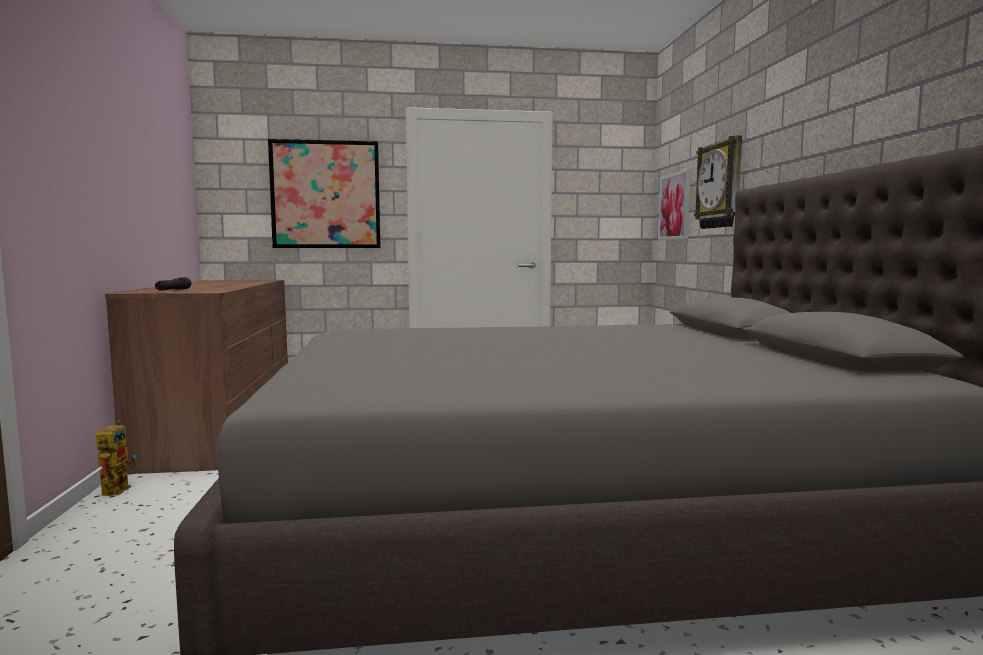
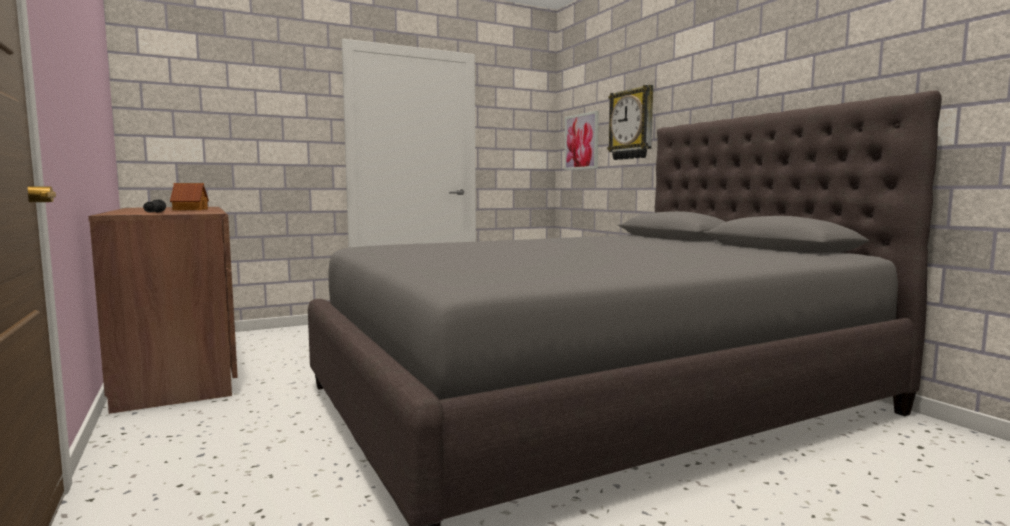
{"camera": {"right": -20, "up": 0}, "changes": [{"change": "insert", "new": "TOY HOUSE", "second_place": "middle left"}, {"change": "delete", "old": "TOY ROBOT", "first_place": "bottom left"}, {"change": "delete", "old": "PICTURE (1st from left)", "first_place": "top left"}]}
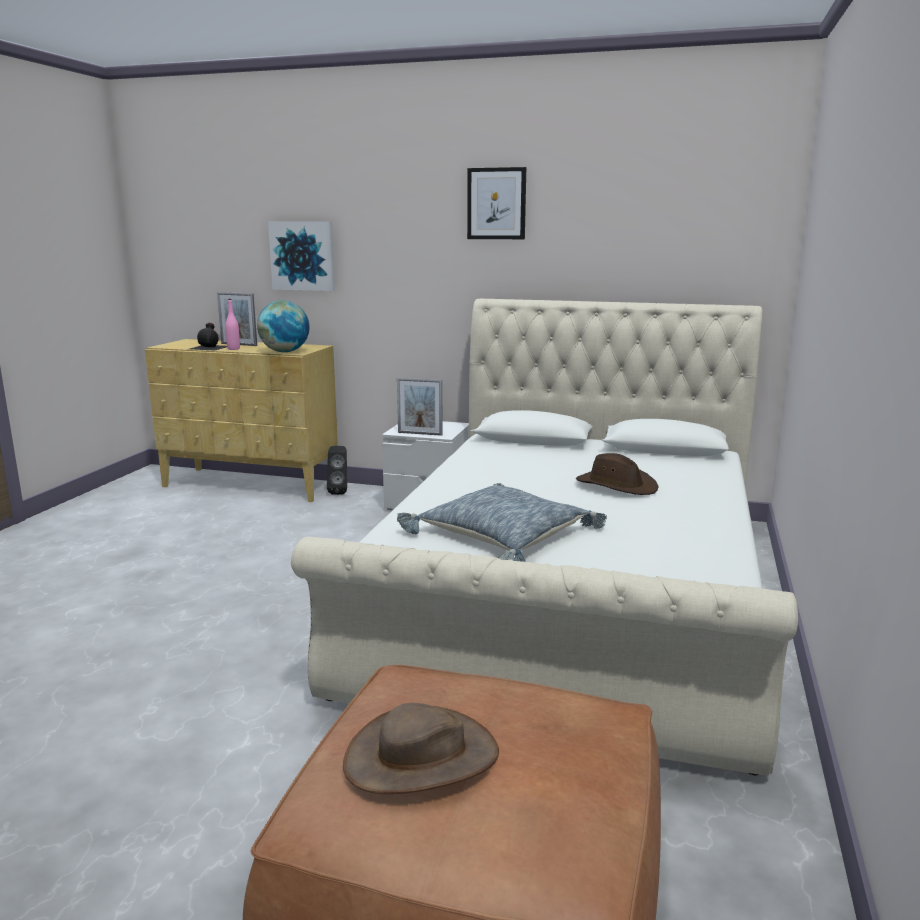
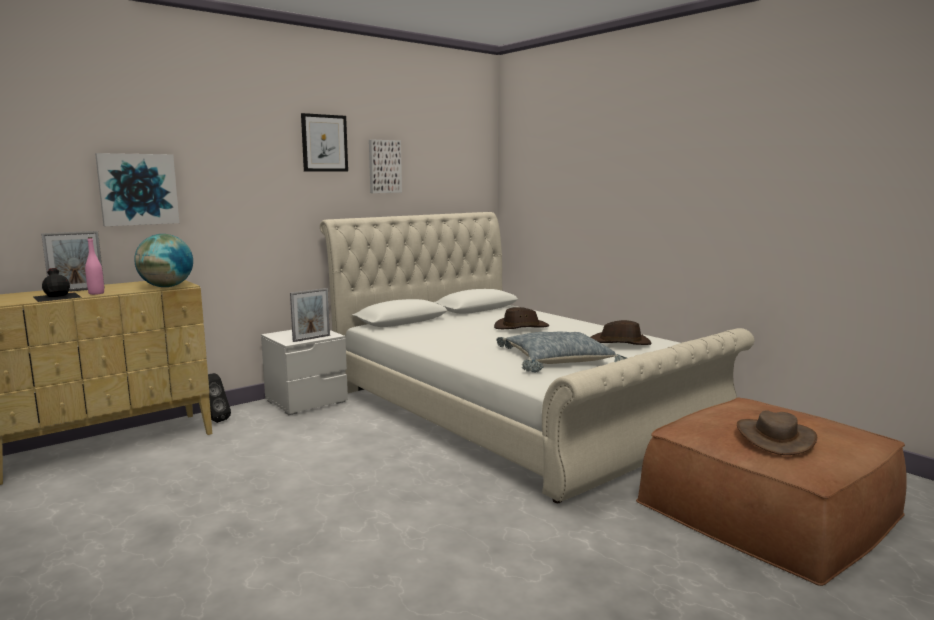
{"camera": {"right": -55, "up": -5}, "changes": [{"change": "insert", "new": "PICTURE (3rd from left)", "second_place": "top centre"}, {"change": "insert", "new": "BROWN-COLOURED CLOTHING HAT (2nd from left)", "second_place": "centre"}]}
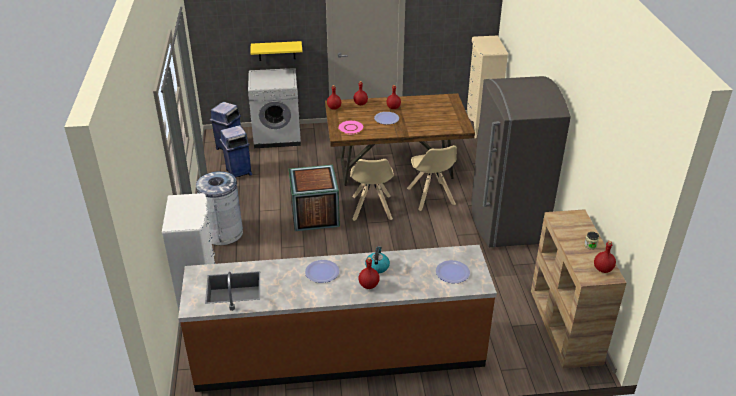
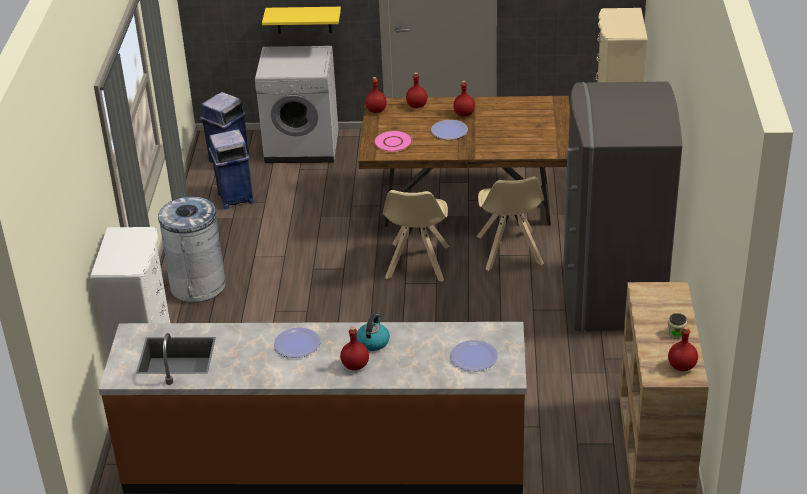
{"camera": {"right": 10, "up": 0}, "changes": [{"change": "delete", "old": "SHIPPING CRATE", "first_place": "centre"}]}
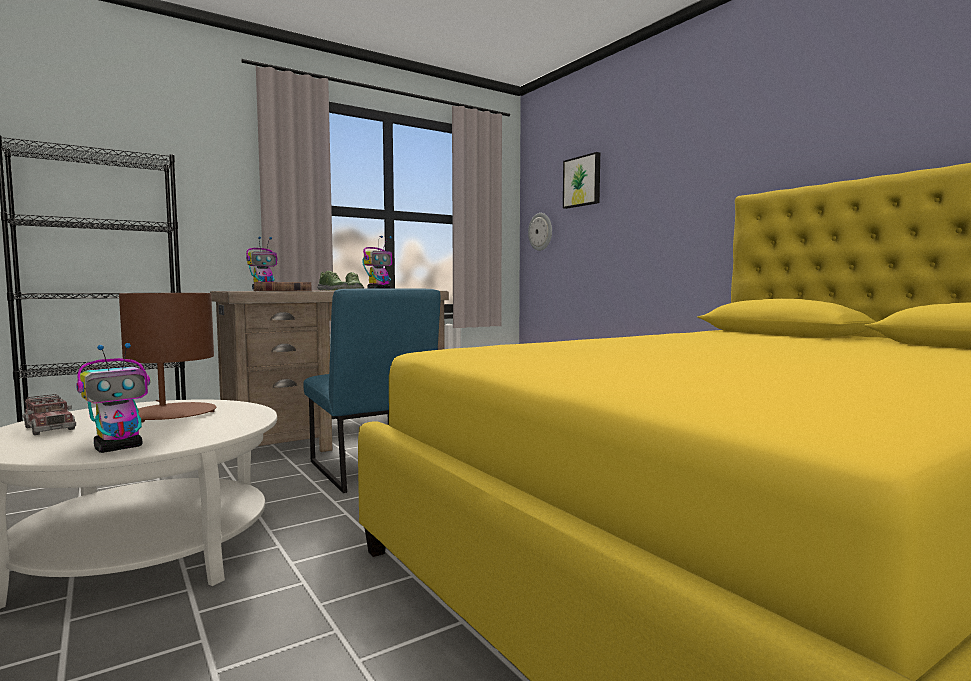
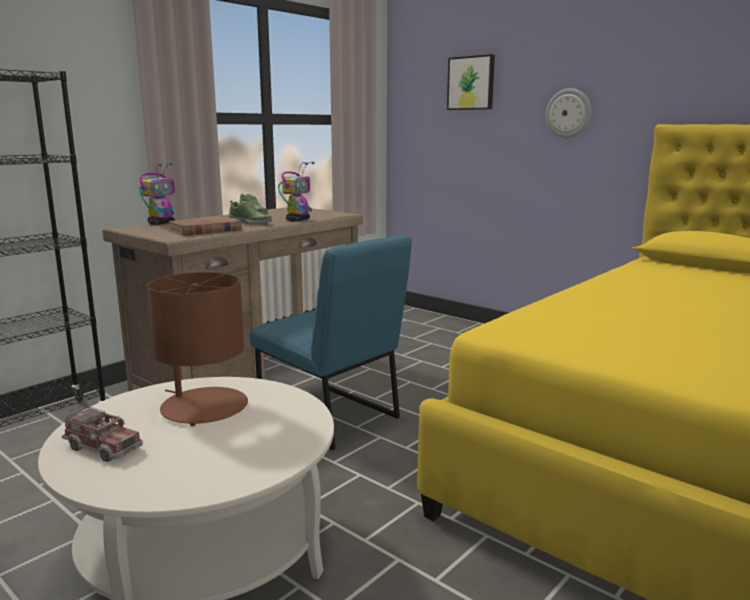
{"camera": {"right": -15, "up": 10}, "changes": [{"change": "move", "old": "HANGING CLOCK", "first_place": "centre", "second_place": "top right"}, {"change": "delete", "old": "TOY ROBOT (1st from left)", "first_place": "middle left"}]}
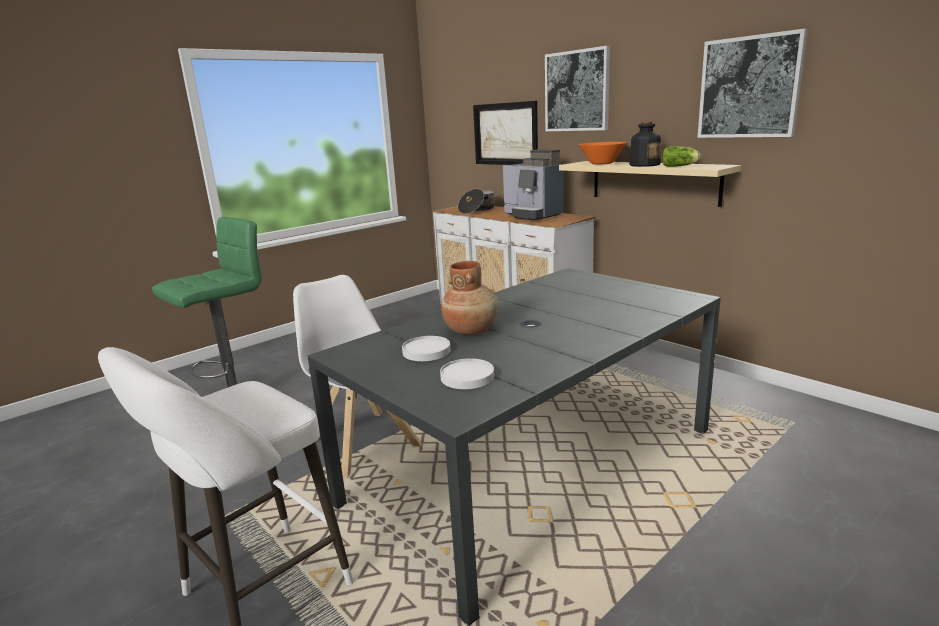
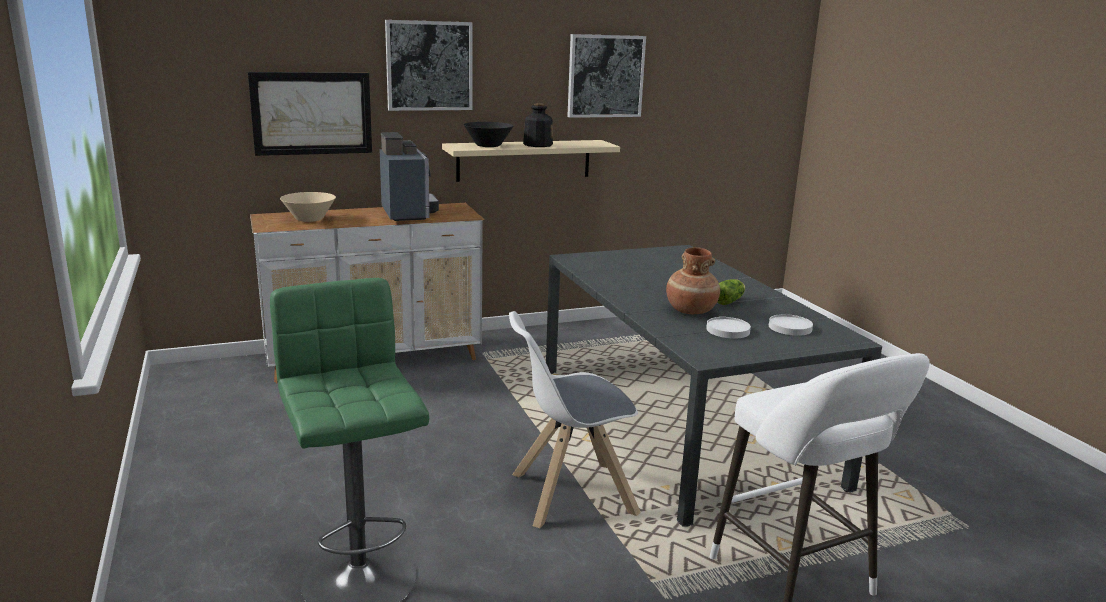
{"camera": {"right": -70, "up": 0}, "changes": [{"change": "replace", "old": "SAUCEPOT", "new": "SAND-COLOURED BOWL", "first_place": "top centre", "second_place": "middle left"}, {"change": "rotate", "old": "COFFEE MAKER", "first_place": "top centre", "second_place": "top centre", "degrees": -90}, {"change": "recolor", "old": "ORANGE BOWL", "new": "BLACKISH BOWL", "first_place": "top centre", "second_place": "top centre"}, {"change": "move", "old": "HEAD OF LETTUCE", "first_place": "top right", "second_place": "centre"}]}
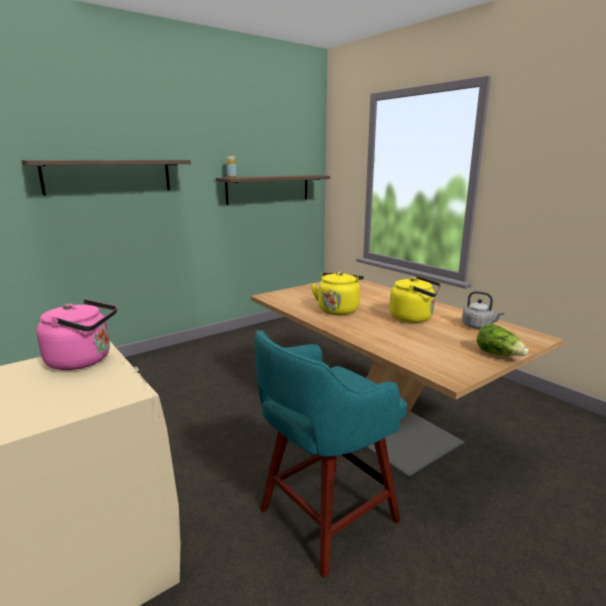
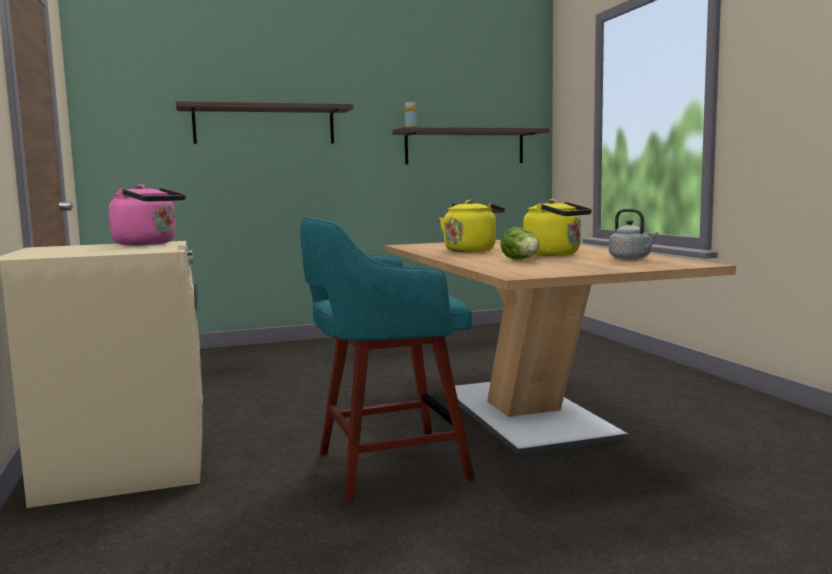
{"camera": {"right": 20, "up": -10}, "changes": [{"change": "move", "old": "HEAD OF LETTUCE", "first_place": "middle right", "second_place": "centre"}]}
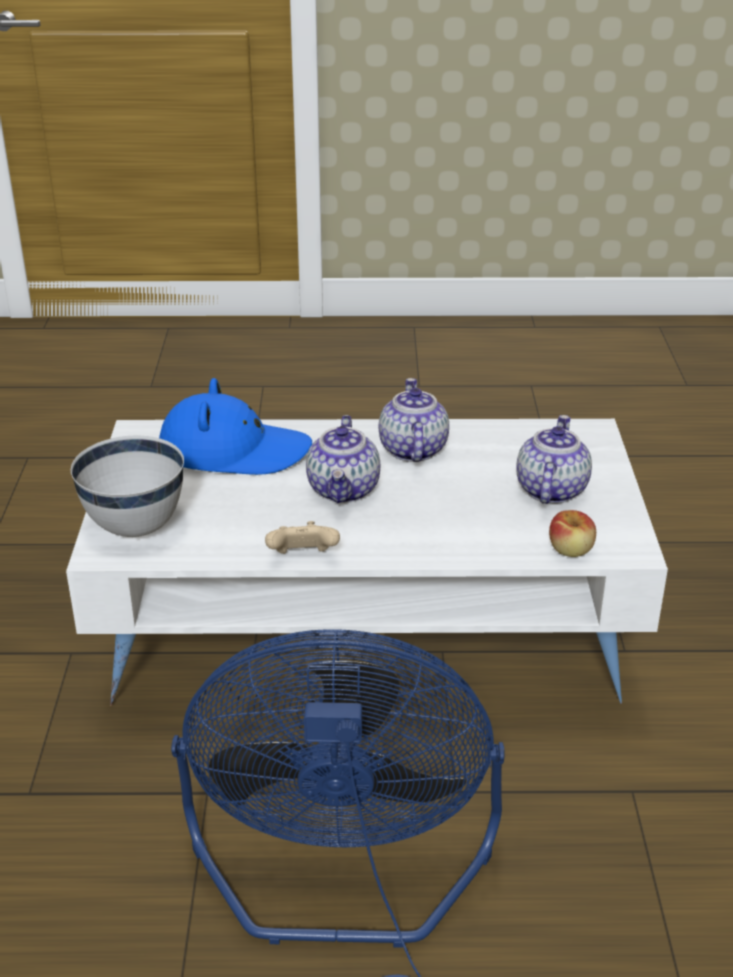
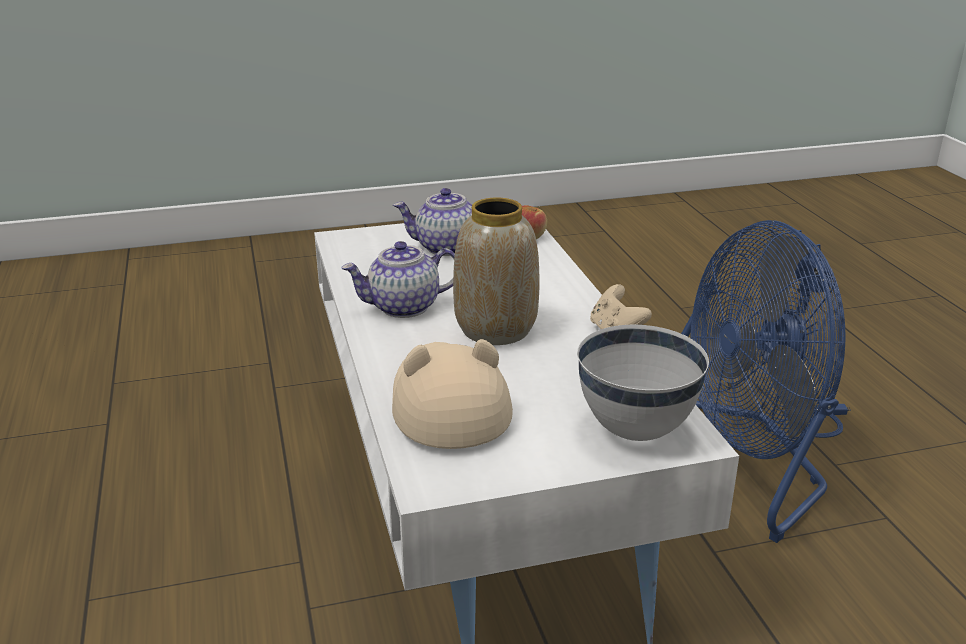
{"camera": {"right": -105, "up": -5}, "changes": [{"change": "recolor", "old": "BLUE-COLOURED CLOTHING HAT", "new": "SAND-COLOURED CLOTHING HAT", "first_place": "middle left", "second_place": "centre"}, {"change": "replace", "old": "POT FOR TEA (1st from left)", "new": "VASE", "first_place": "centre", "second_place": "centre"}]}
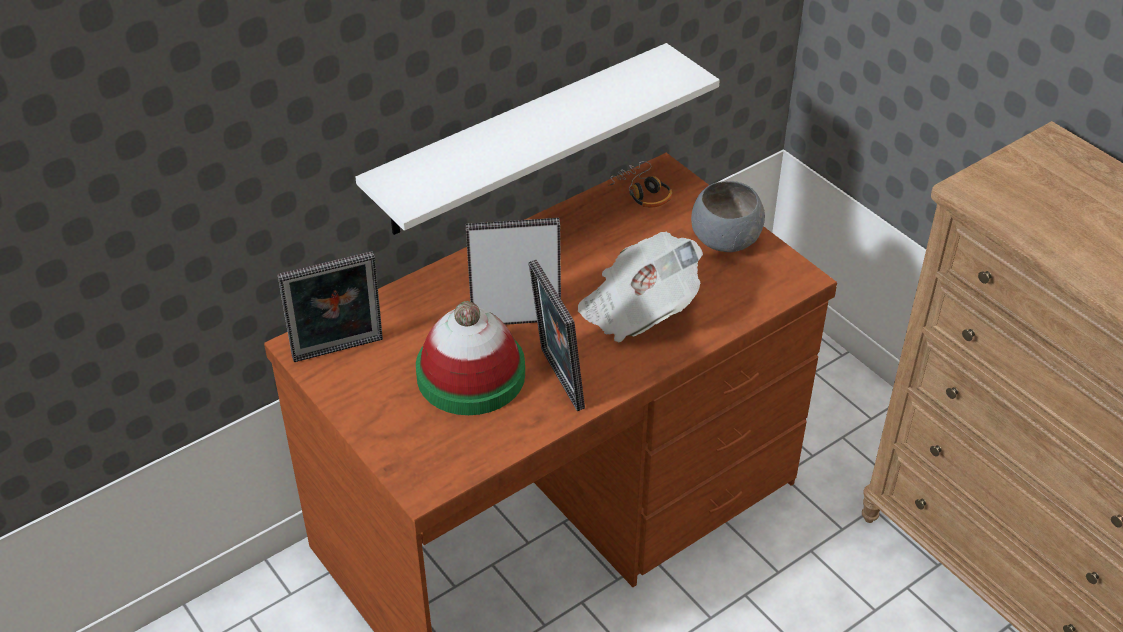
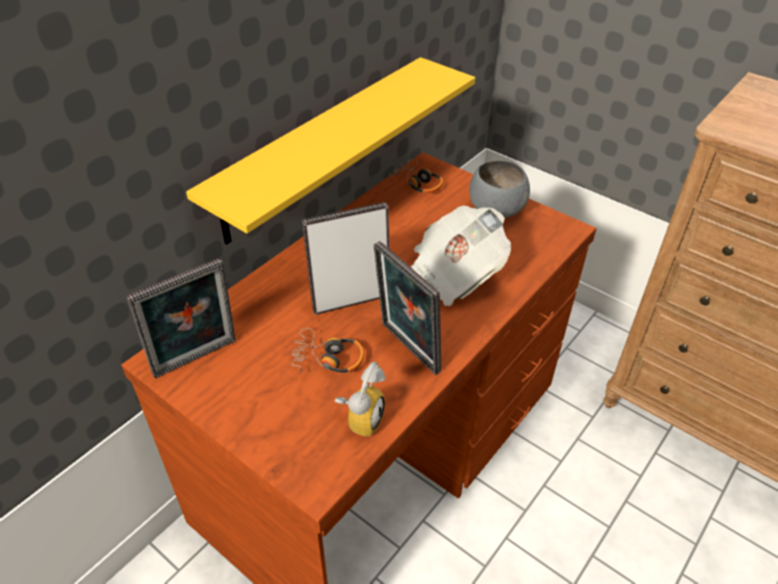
{"camera": {"right": -15, "up": 0}, "changes": [{"change": "recolor", "old": "WHITE WALL SHELF", "new": "YELLOWISH WALL SHELF", "first_place": "top centre", "second_place": "top centre"}, {"change": "replace", "old": "CLOTHING HAT", "new": "HEADSET (1st from left)", "first_place": "centre", "second_place": "centre"}, {"change": "insert", "new": "BEDSIDE CLOCK", "second_place": "bottom centre"}]}
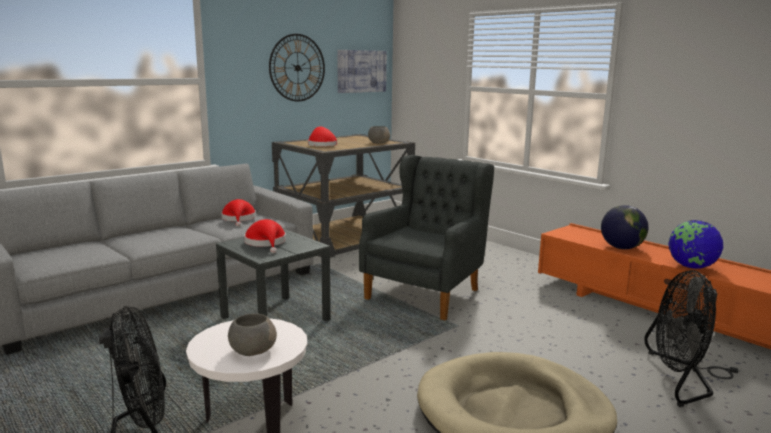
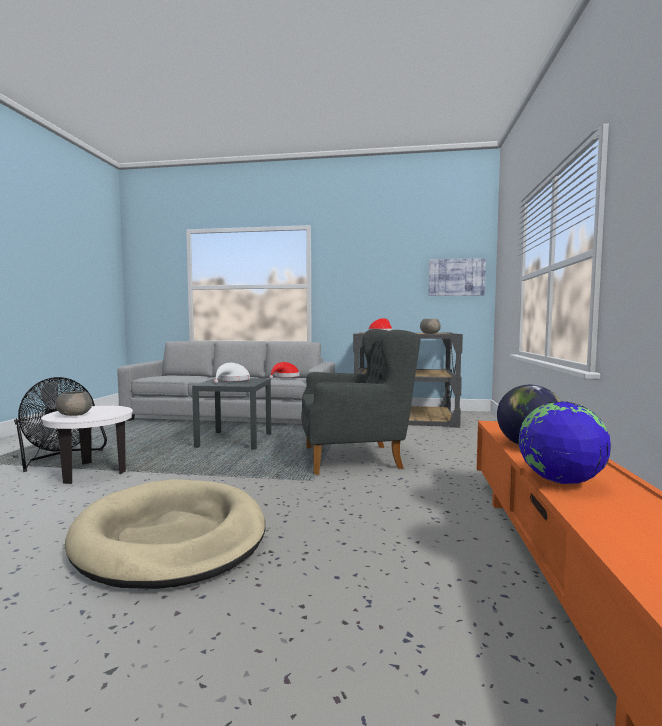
{"camera": {"right": 50, "up": -10}, "changes": [{"change": "recolor", "old": "RED-COLOURED CLOTHING HAT (2nd from left)", "new": "WHITE CLOTHING HAT", "first_place": "centre", "second_place": "centre"}, {"change": "delete", "old": "HANGING CLOCK", "first_place": "top centre"}, {"change": "delete", "old": "BLACKISH ELECTRIC FAN (2nd from left)", "first_place": "bottom right"}]}
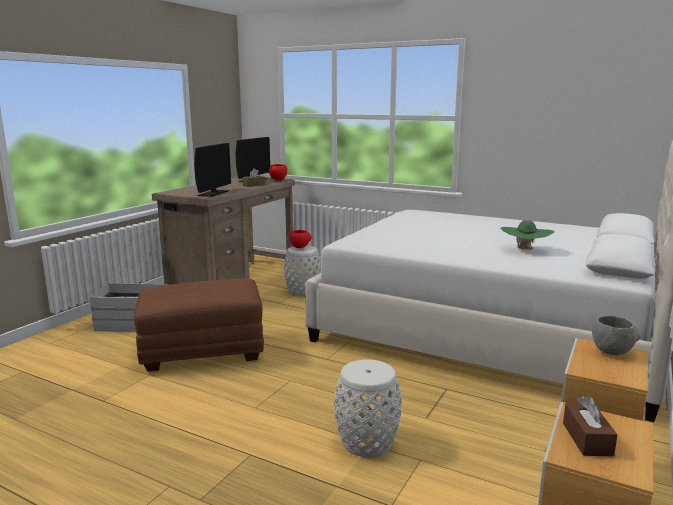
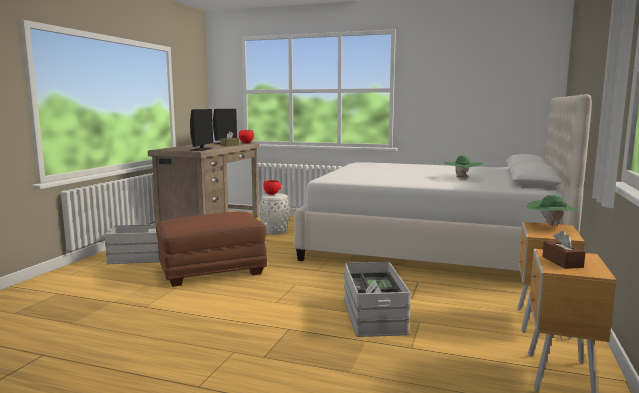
{"camera": {"right": -10, "up": -5}, "changes": [{"change": "replace", "old": "WHITE STOOL (2nd from left)", "new": "GREY STORAGE BIN (2nd from left)", "first_place": "bottom centre", "second_place": "bottom centre"}, {"change": "replace", "old": "GREY BOWL", "new": "GREEN CLOTHING HAT (2nd from left)", "first_place": "middle right", "second_place": "middle right"}]}
